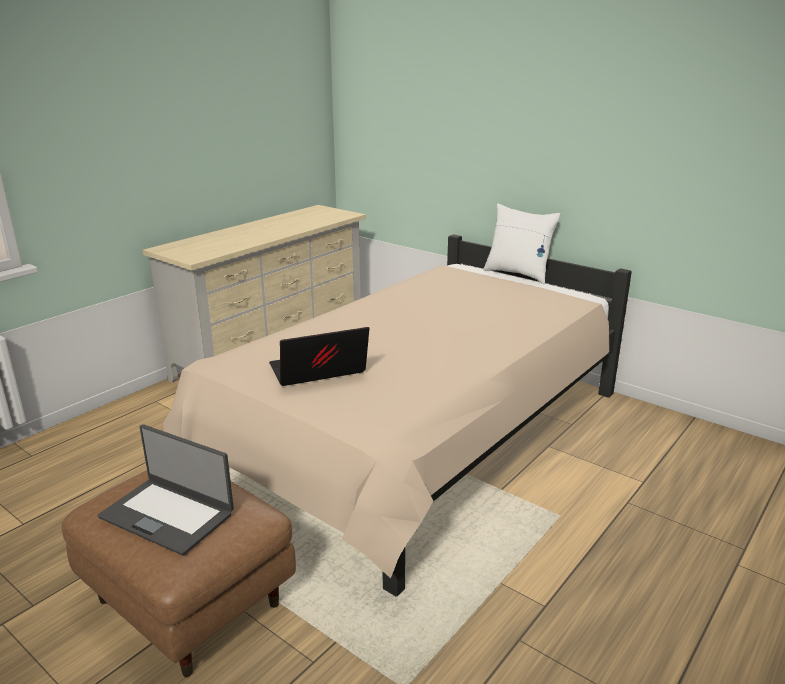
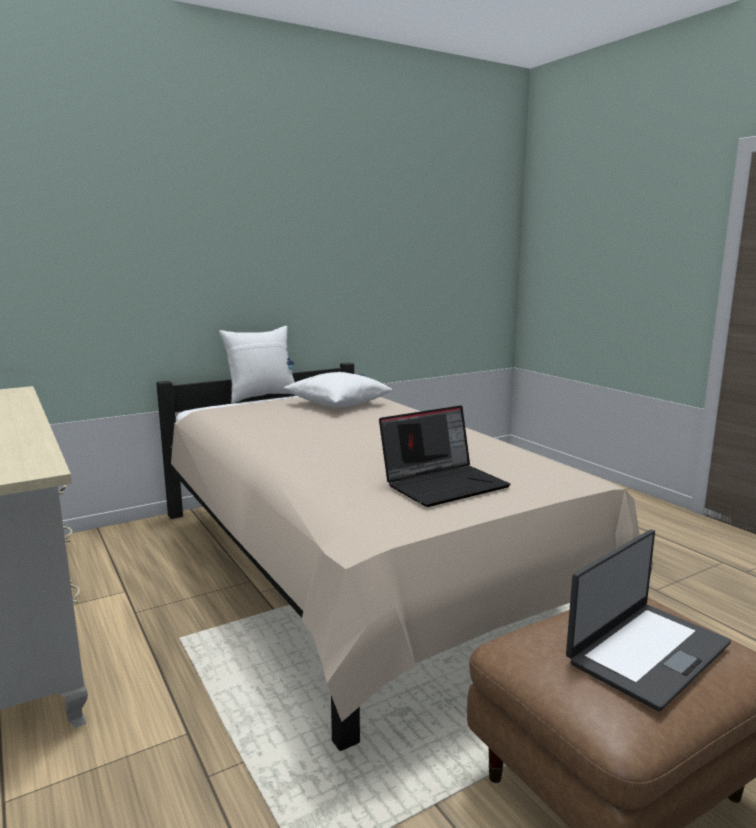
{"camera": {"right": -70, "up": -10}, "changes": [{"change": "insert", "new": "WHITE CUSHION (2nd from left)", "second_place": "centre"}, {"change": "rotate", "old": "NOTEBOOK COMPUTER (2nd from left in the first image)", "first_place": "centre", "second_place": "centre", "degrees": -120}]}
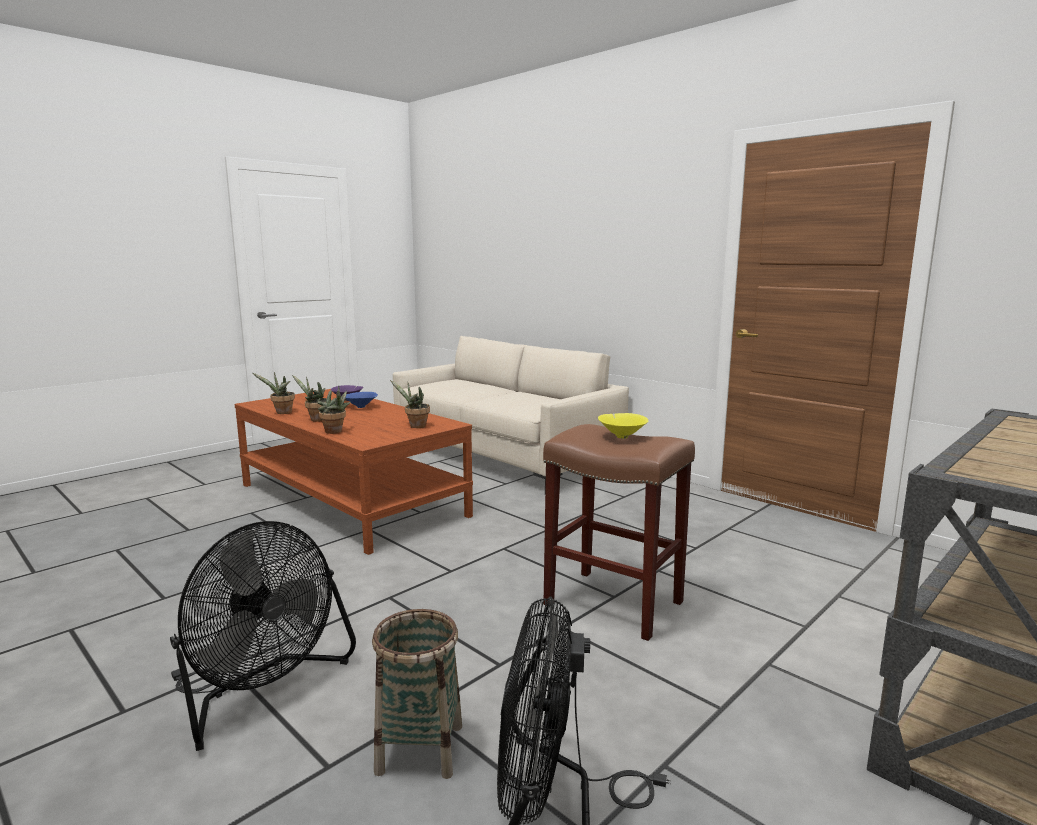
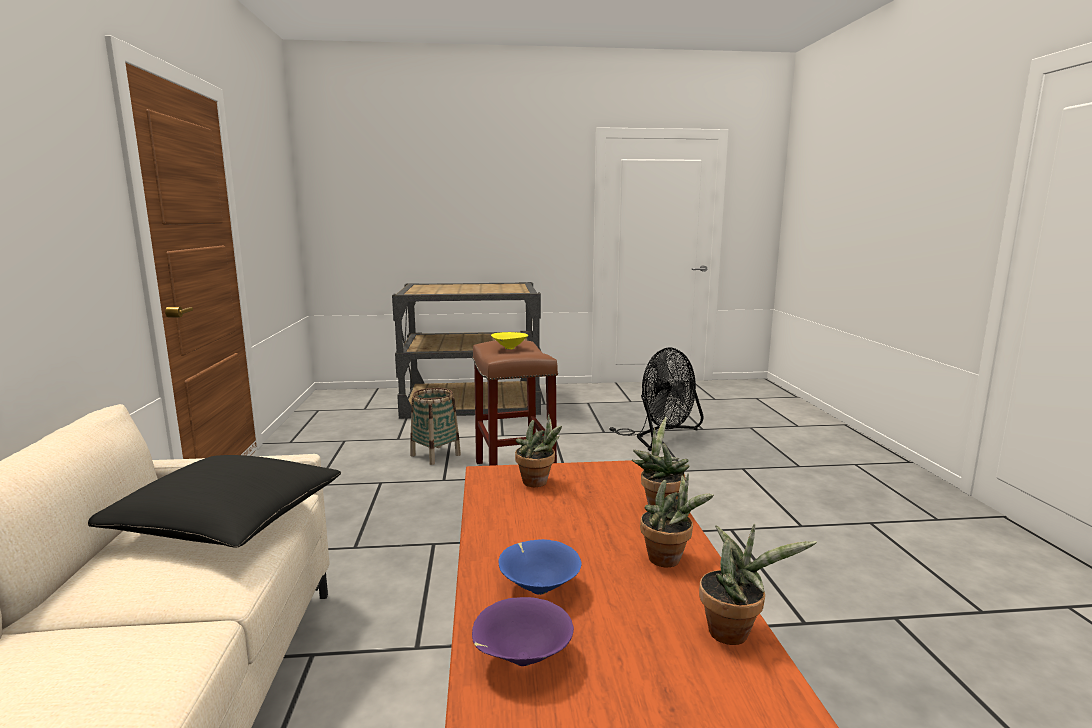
{"camera": {"right": -140, "up": 0}, "changes": [{"change": "insert", "new": "BLACKISH CUSHION", "second_place": "bottom left"}, {"change": "move", "old": "BASKET", "first_place": "bottom centre", "second_place": "centre"}, {"change": "delete", "old": "BLACKISH ELECTRIC FAN (1st from left)", "first_place": "bottom left"}]}
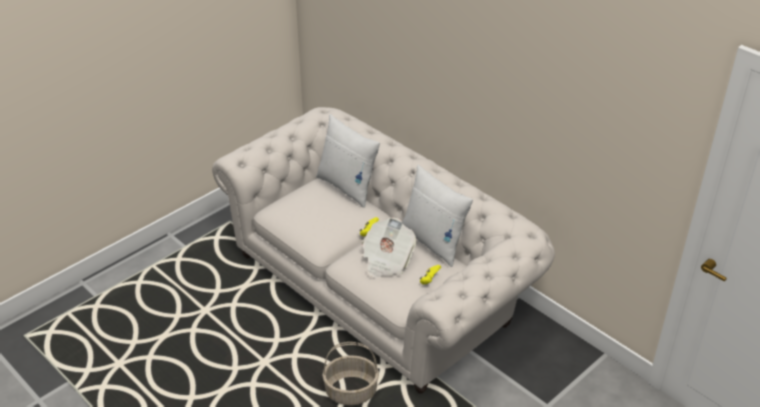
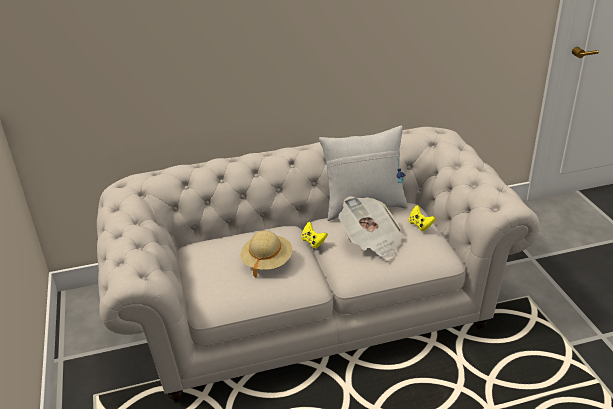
{"camera": {"right": -60, "up": -5}, "changes": [{"change": "insert", "new": "SAND-COLOURED CLOTHING HAT", "second_place": "centre"}, {"change": "delete", "old": "GREY CUSHION (1st from left)", "first_place": "centre"}, {"change": "delete", "old": "BASKET", "first_place": "bottom centre"}]}
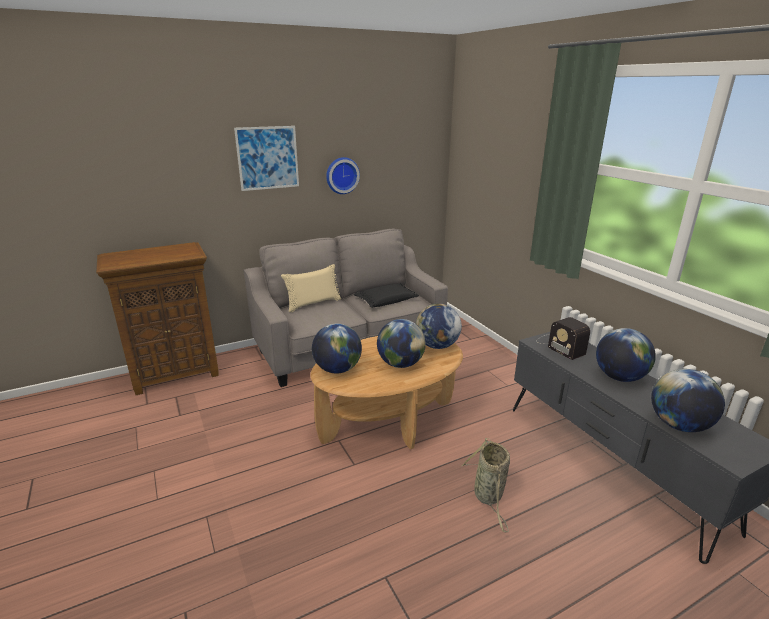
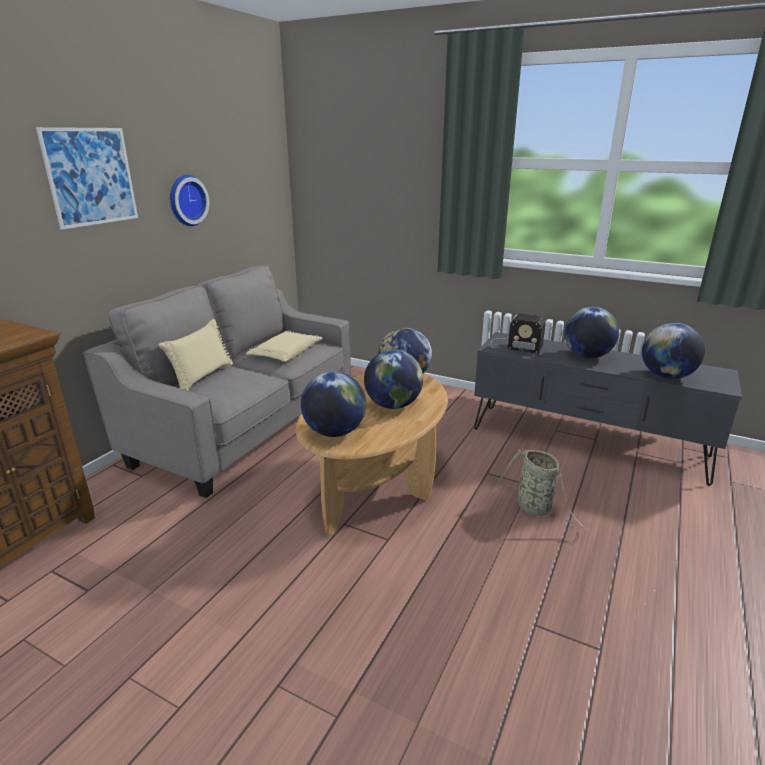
{"camera": {"right": -35, "up": 0}, "changes": [{"change": "recolor", "old": "BLACKISH CUSHION", "new": "SAND-COLOURED CUSHION (2nd from left)", "first_place": "centre", "second_place": "centre"}]}
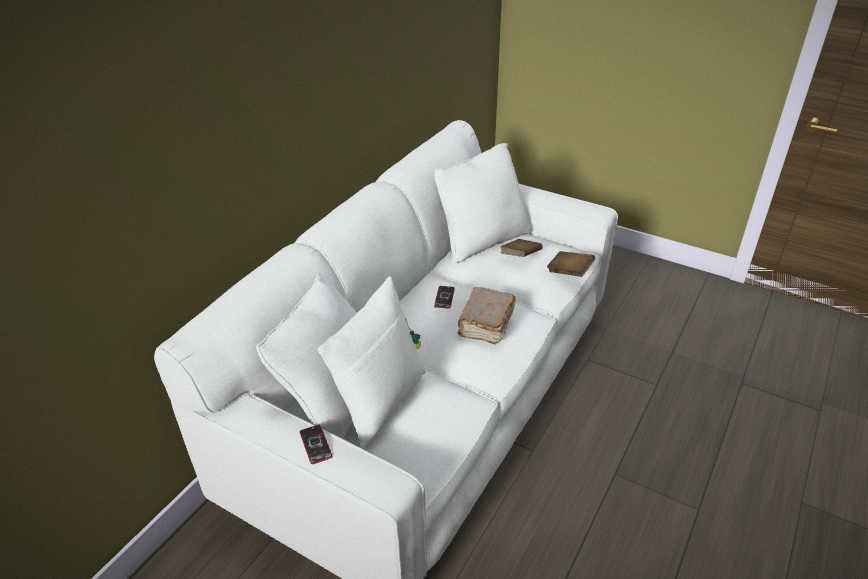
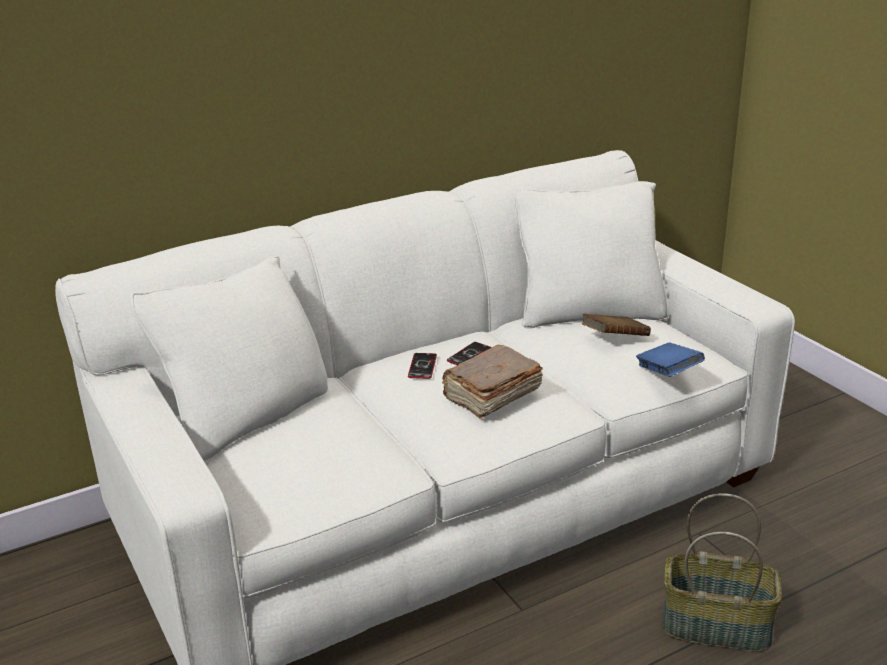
{"camera": {"right": 30, "up": -10}, "changes": [{"change": "move", "old": "TELEPHONE (1st from left)", "first_place": "bottom centre", "second_place": "centre"}, {"change": "recolor", "old": "BROWN-COLOURED BOOK (3rd from left)", "new": "BLUE-COLOURED BOOK", "first_place": "centre", "second_place": "middle right"}, {"change": "insert", "new": "BASKET", "second_place": "bottom right"}, {"change": "delete", "old": "WHITE CUSHION", "first_place": "centre"}]}
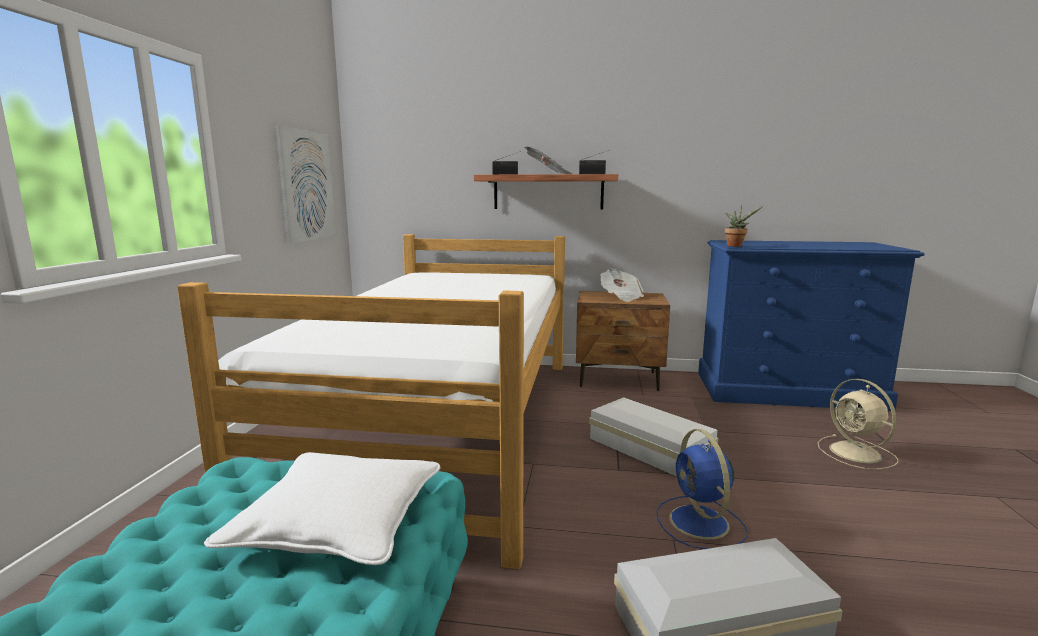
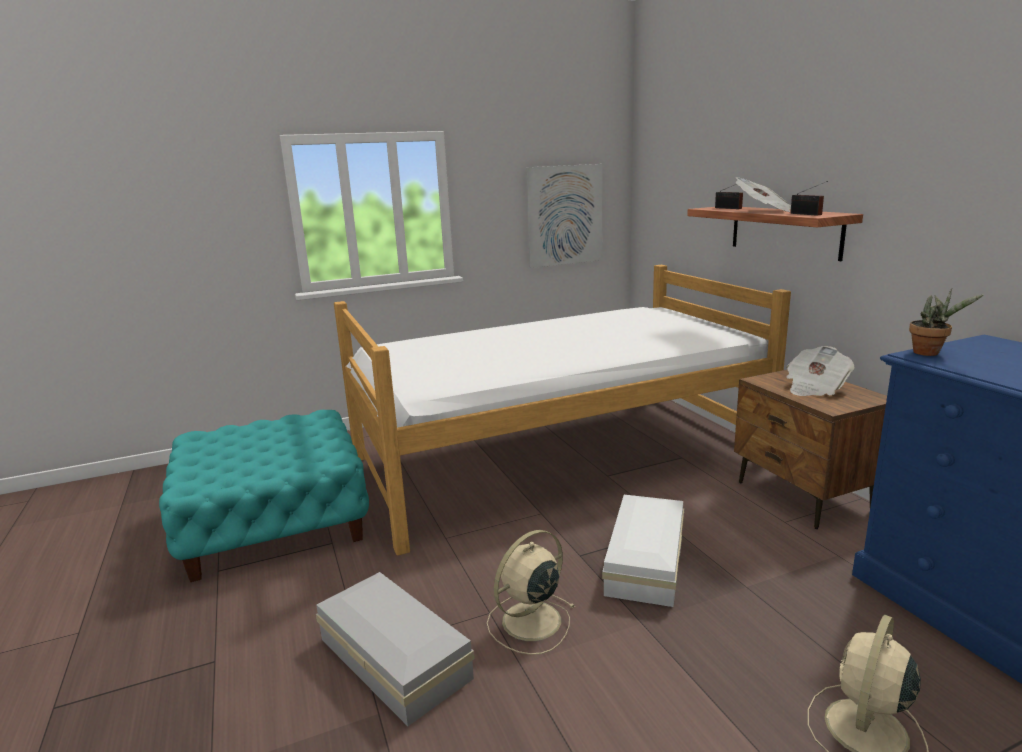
{"camera": {"right": 60, "up": 5}, "changes": [{"change": "recolor", "old": "BLUE-COLOURED ELECTRIC FAN", "new": "SAND-COLOURED ELECTRIC FAN (1st from left)", "first_place": "bottom right", "second_place": "bottom centre"}, {"change": "delete", "old": "WHITE CUSHION", "first_place": "bottom left"}]}
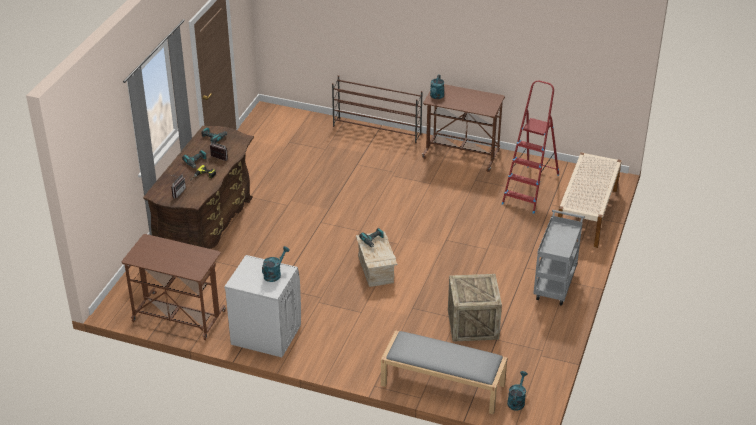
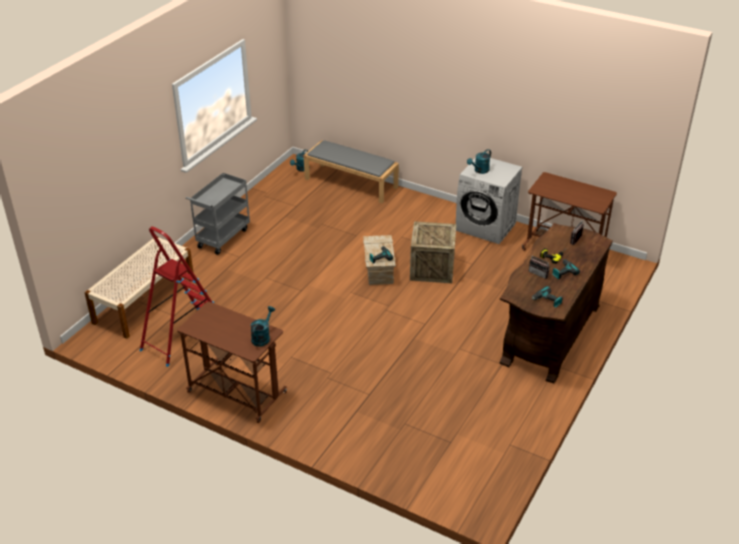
{"camera": {"right": -170, "up": 0}, "changes": [{"change": "move", "old": "SHIPPING CRATE (2nd from left)", "first_place": "bottom centre", "second_place": "centre"}, {"change": "delete", "old": "BROWN-COLOURED SHOE SHELF", "first_place": "top centre"}]}
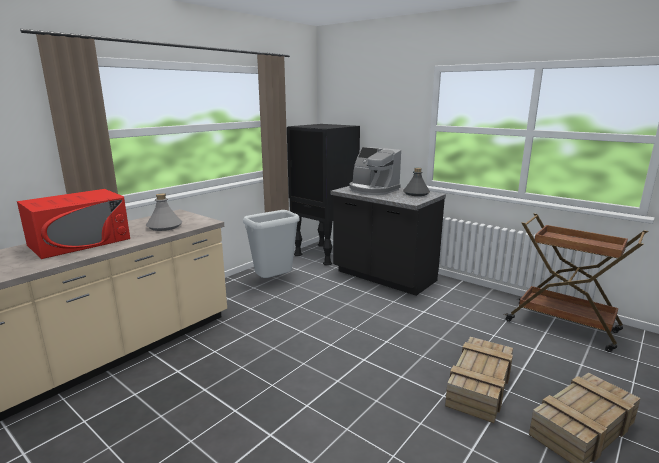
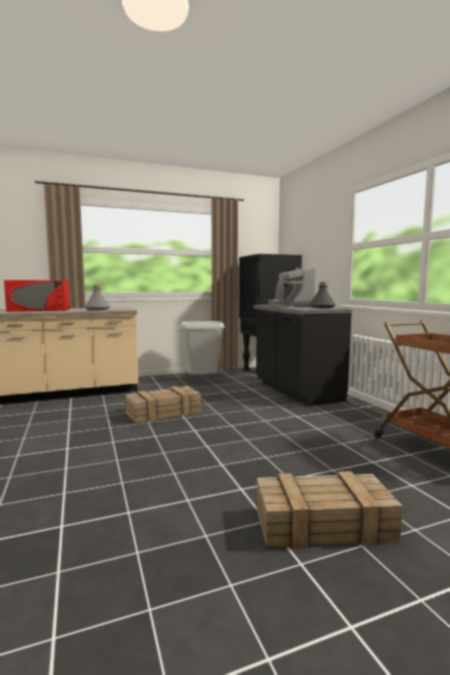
{"camera": {"right": 30, "up": -10}, "changes": [{"change": "move", "old": "SHIPPING CRATE (1st from left)", "first_place": "bottom right", "second_place": "centre"}]}
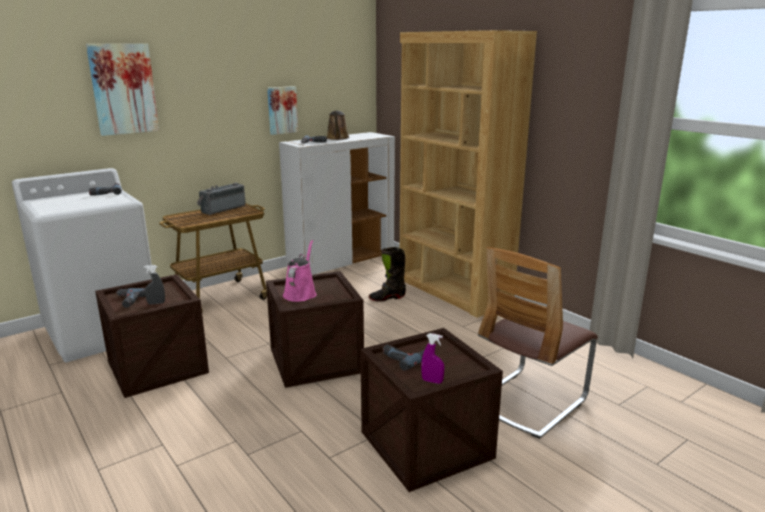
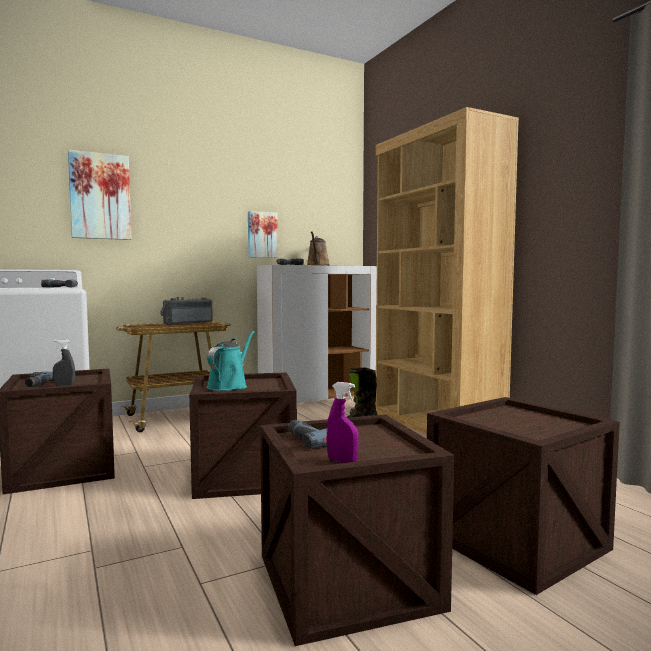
{"camera": {"right": 10, "up": -15}, "changes": [{"change": "recolor", "old": "PINK-COLOURED SPRINKLING CAN", "new": "BLUE-GREEN SPRINKLING CAN", "first_place": "centre", "second_place": "centre"}, {"change": "replace", "old": "UPRIGHT CHAIR", "new": "SHIPPING CRATE (4th from left)", "first_place": "bottom right", "second_place": "bottom right"}]}
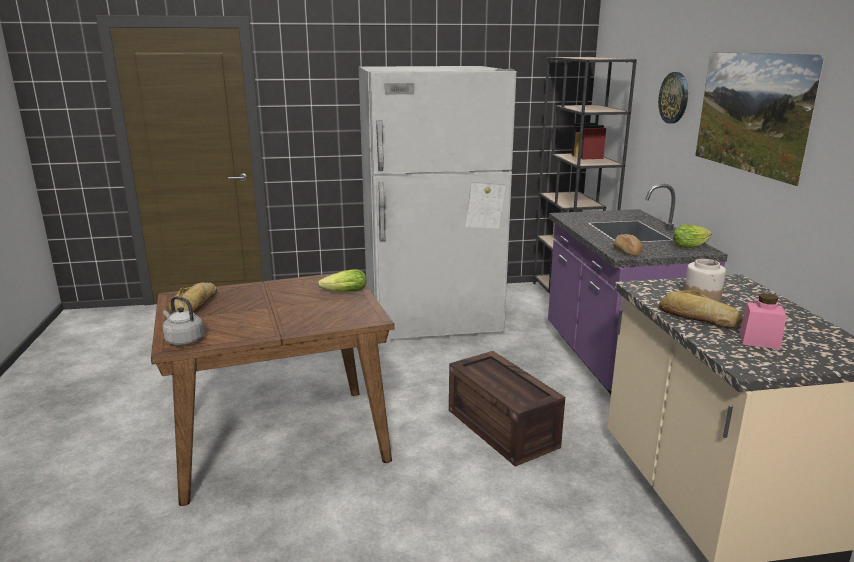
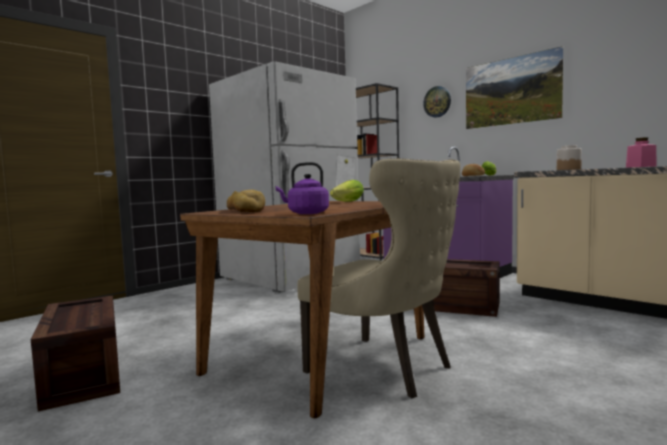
{"camera": {"right": -35, "up": -15}, "changes": [{"change": "insert", "new": "SHIPPING CRATE (1st from left)", "second_place": "bottom left"}, {"change": "recolor", "old": "GREY KETTLE", "new": "PURPLE-COLOURED KETTLE", "first_place": "middle left", "second_place": "centre"}, {"change": "insert", "new": "SAND-COLOURED UPRIGHT CHAIR", "second_place": "centre"}, {"change": "delete", "old": "BAKED BREAD (3rd from left)", "first_place": "middle right"}]}
